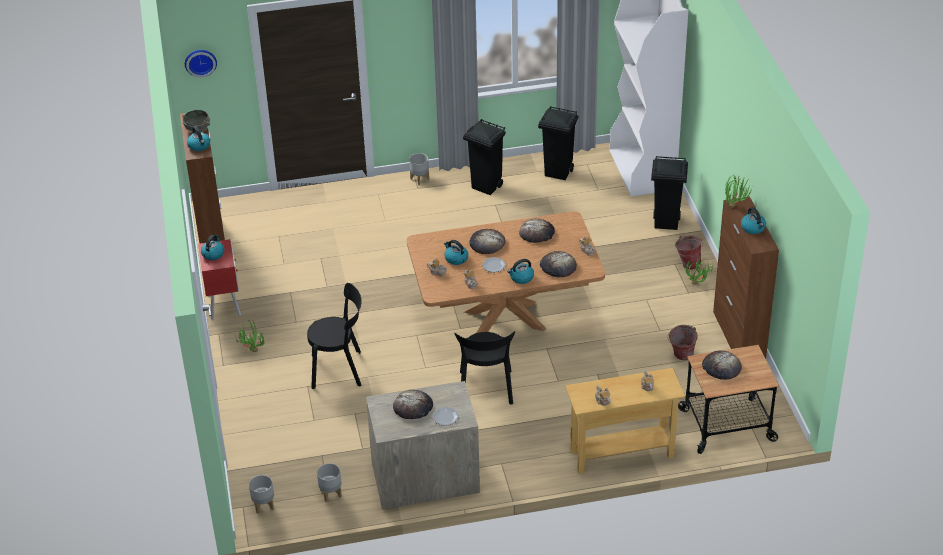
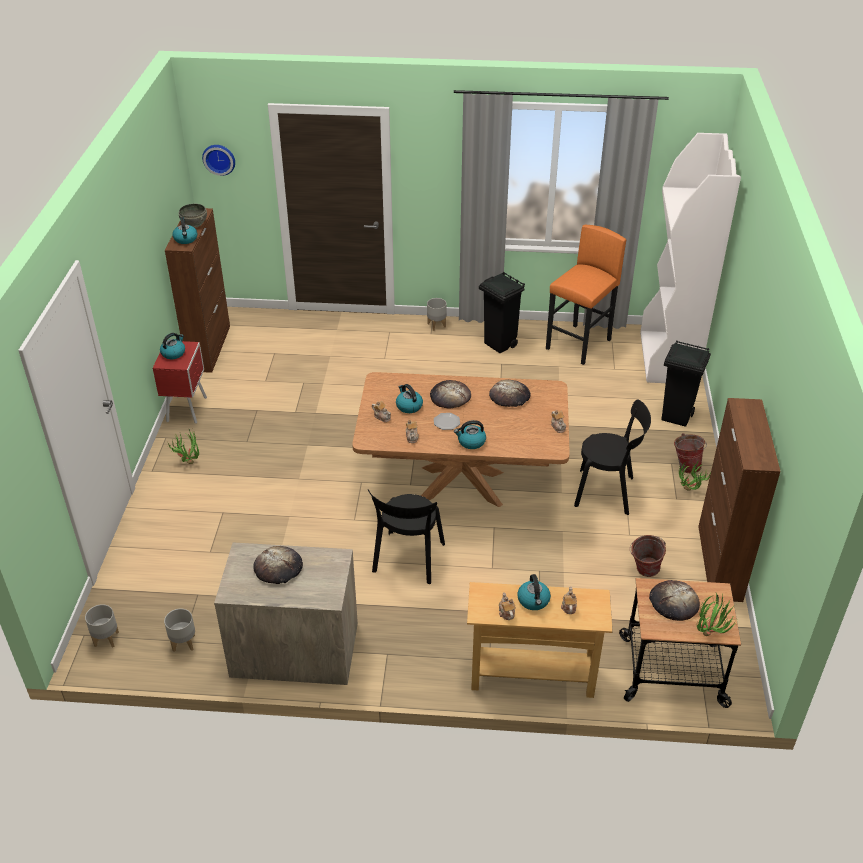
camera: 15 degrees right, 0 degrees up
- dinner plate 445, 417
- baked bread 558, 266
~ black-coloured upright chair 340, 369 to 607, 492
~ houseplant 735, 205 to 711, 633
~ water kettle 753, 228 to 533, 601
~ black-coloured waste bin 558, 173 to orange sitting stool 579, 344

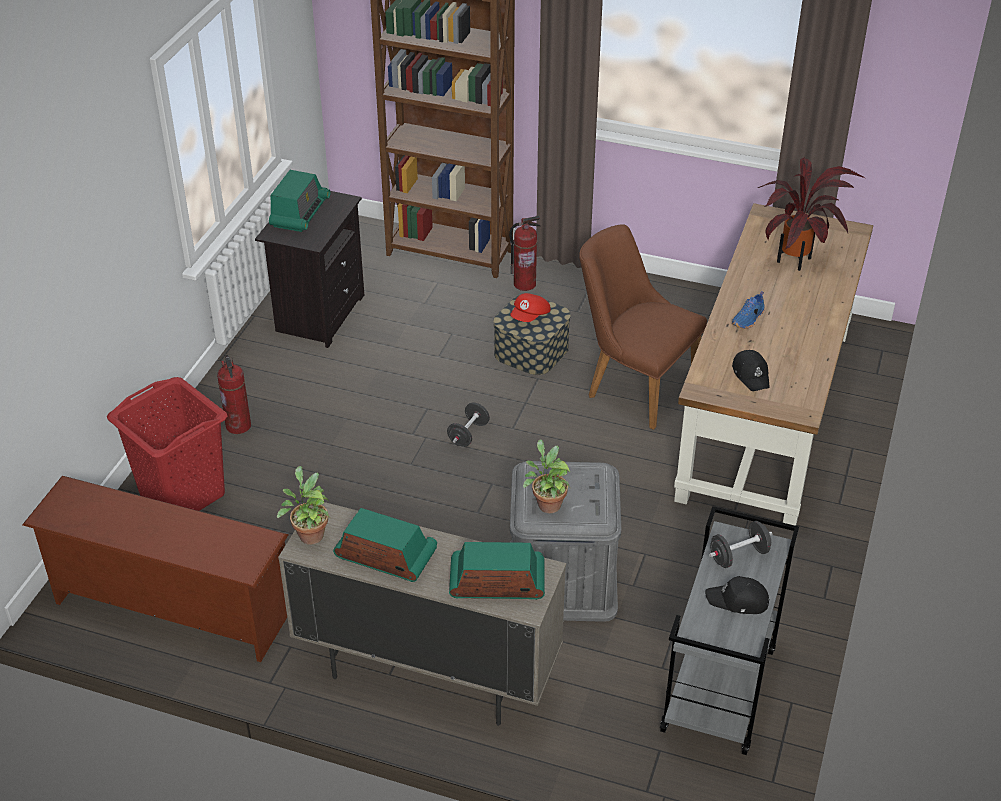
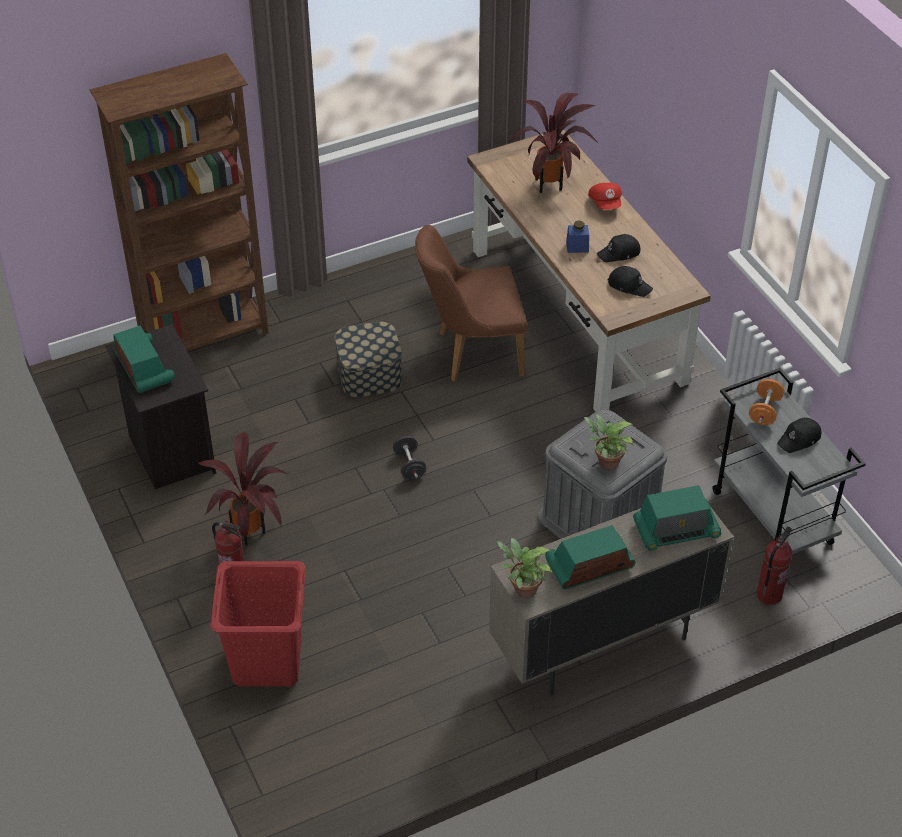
camera: 45 degrees left, 5 degrees up
- brownish shoe stand 171, 609
+ houseplant 252, 531
+ black-coloured baseball cap 619, 253
~ extinguisher 524, 284 to 768, 594
~ red baseball cap 530, 316 to 606, 203
~ blue shoe 748, 319 to blue storage jar 577, 247
~ black-coloured dumbbell 739, 555 to orange dumbbell 764, 411
~ radio receiver 497, 583 = 676, 530 150 degrees counterclockwise

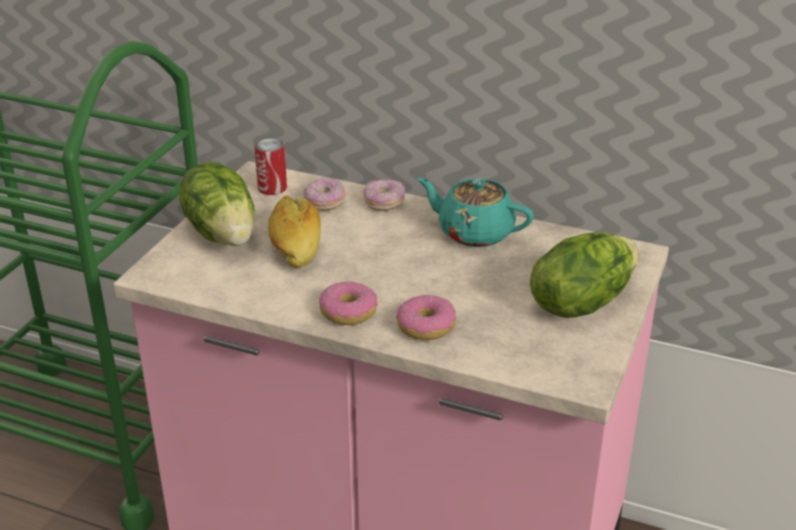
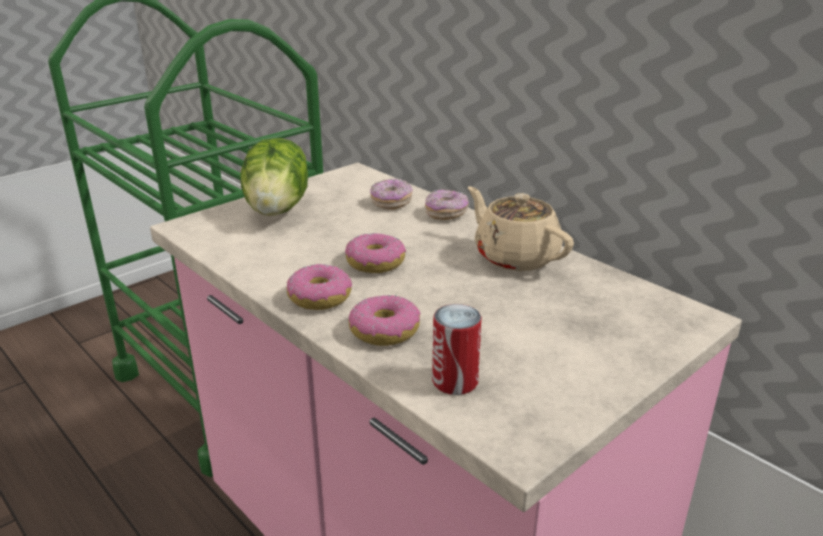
camera: 25 degrees right, 5 degrees down
- baked bread 295, 245
- head of lettuce 580, 302
+ donut 375, 263
~ metal can 272, 188 to 455, 381
~ turquoise-coloured pot for tea 474, 232 to beige-coloured pot for tea 515, 256

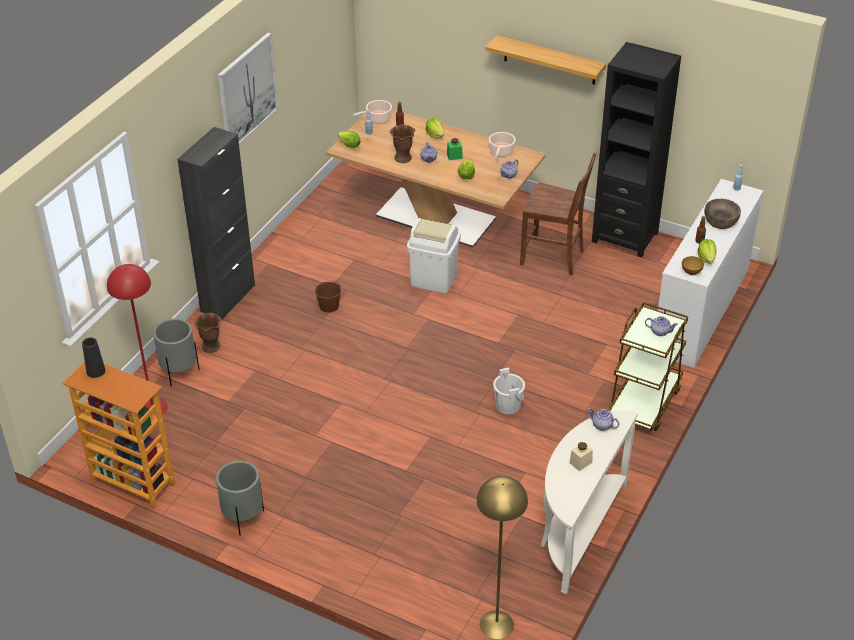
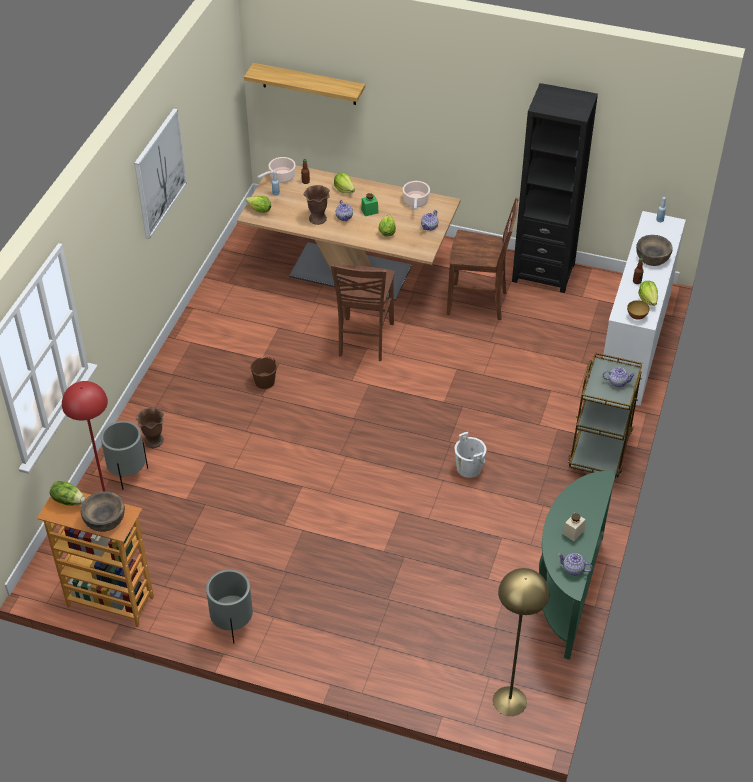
camera: 10 degrees left, 5 degrees up
- black-coloured cupboard 228, 298
+ brownish serving bowl 104, 519
~ shelf 549, 60 to 309, 84
~ pot for tea 602, 425 to 573, 569
~ black-coloured flower vase 96, 371 to head of lettuce 68, 500
~ whitish waste bin 433, 279 to brownish upright chair 364, 340
~ whitish console table 577, 530 to green-coloured console table 565, 591

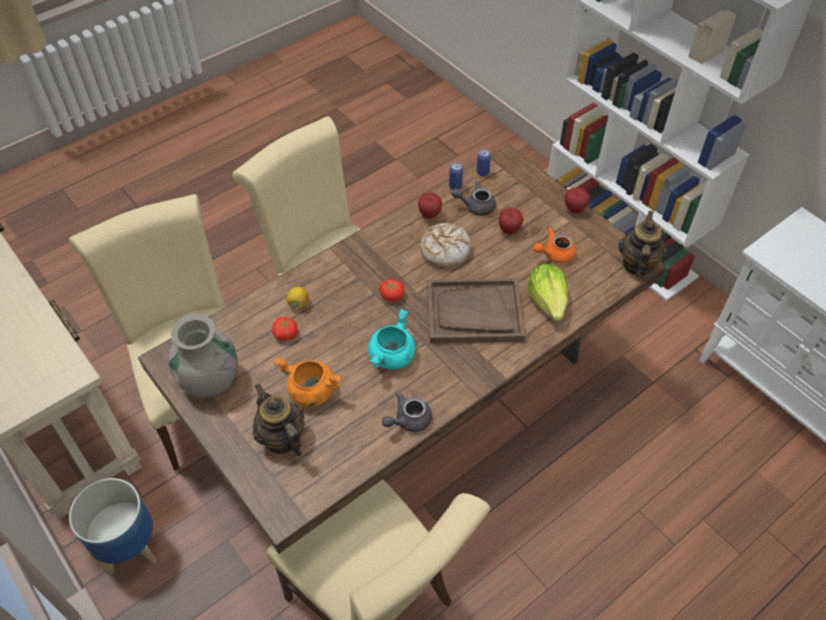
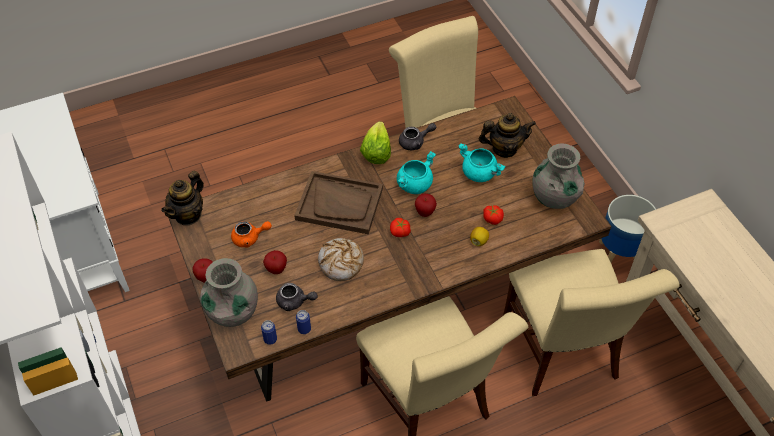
camera: 165 degrees left, 0 degrees up
+ gray flower vase 233, 311
~ apple 429, 215 to 425, 212
~ head of lettuce 548, 301 to 376, 152
~ orange stockpot 310, 392 to turquoise-coloured stockpot 480, 173
~ pot for tea 282, 438 = 504, 149 75 degrees counterclockwise

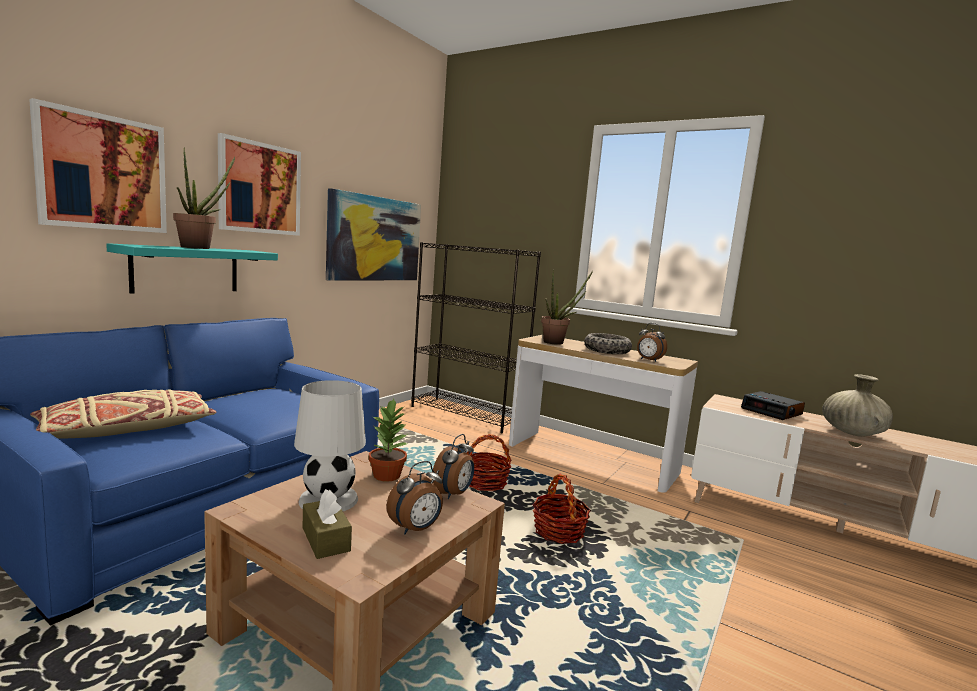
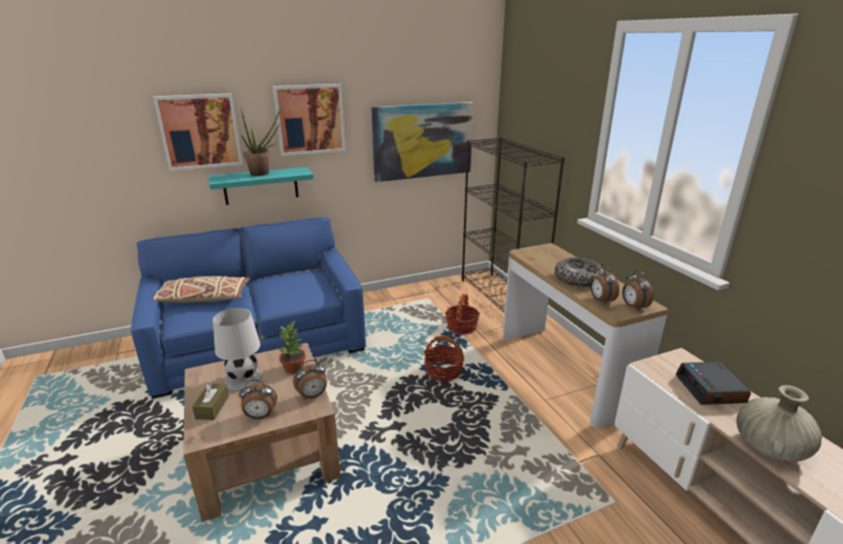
camera: 35 degrees right, 15 degrees up
- houseplant 557, 342
+ alarm clock 633, 307
~ storage basket 558, 531 to 462, 327

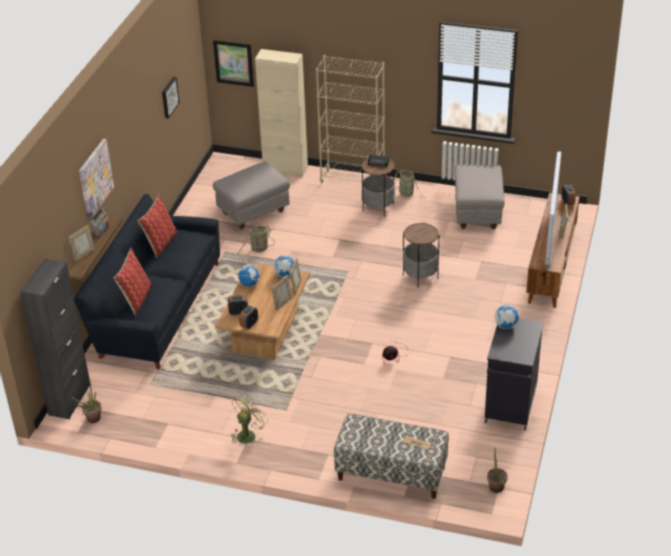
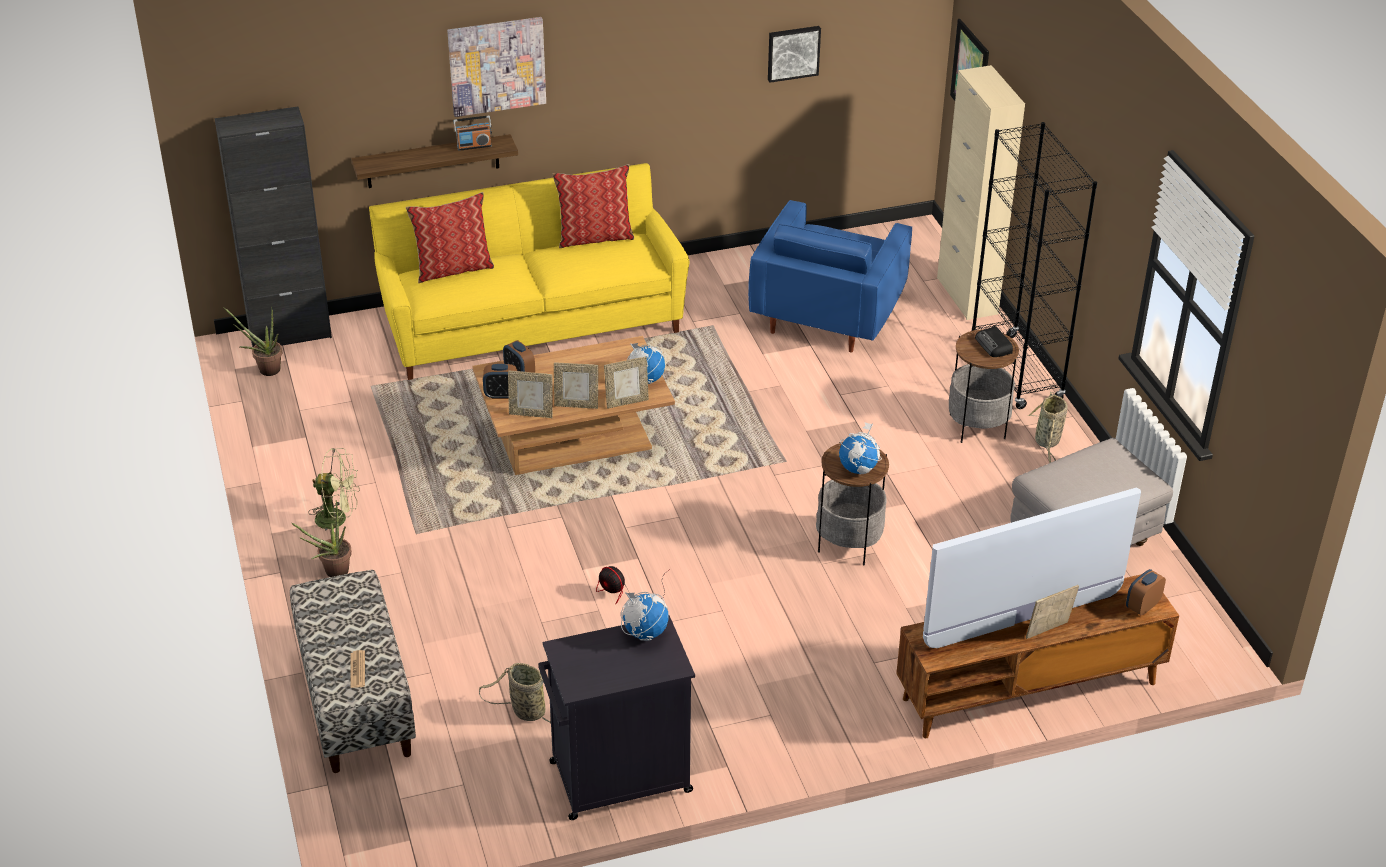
camera: 55 degrees right, 0 degrees up
~ standing frame 83, 255 to 531, 414
~ storage basket 258, 249 to 526, 711
~ desk globe 249, 283 to 858, 469
~ houseplant 497, 490 to 332, 572
~ gray ottoman 253, 213 to blue easy chair 828, 312
~ black-coloured settee 156, 308 to yellow-coloured settee 531, 322
~ beige-coloured shelving unit 353, 181 to black-coloured shelving unit 1016, 372

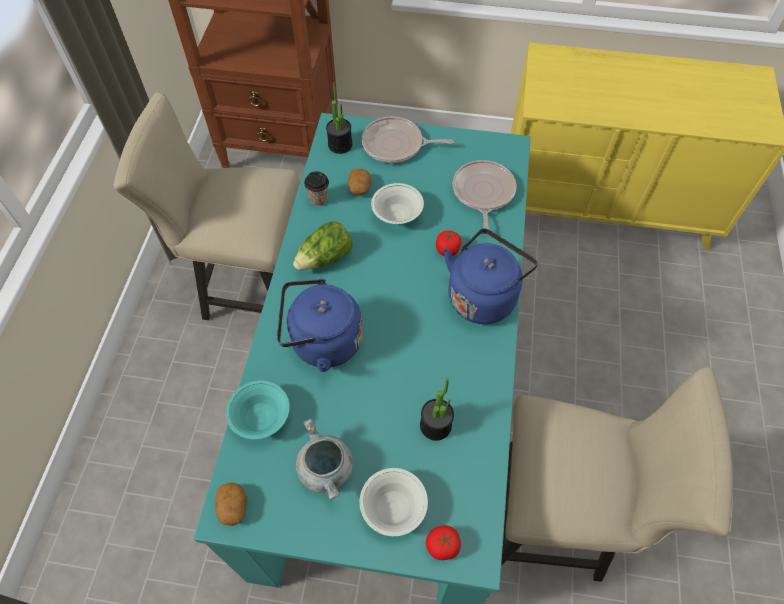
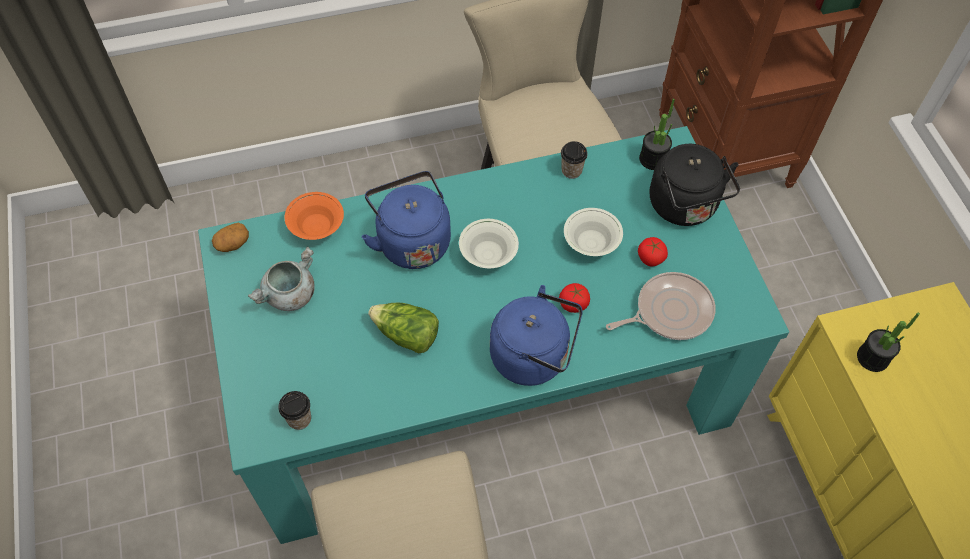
camera: 65 degrees right, 0 degrees up
- potato 360, 188
+ cup 299, 419
~ head of lettuce 325, 258 to 406, 335
~ whitish serving bowl 393, 508 to 488, 255
~ houseplant 435, 425 to 872, 358
~ tomato 442, 546 to 650, 258
~ pan 396, 145 to black-coloured water kettle 685, 207
~ turquoise-coloured serving bowl 261, 418 to orange serving bowl 317, 228

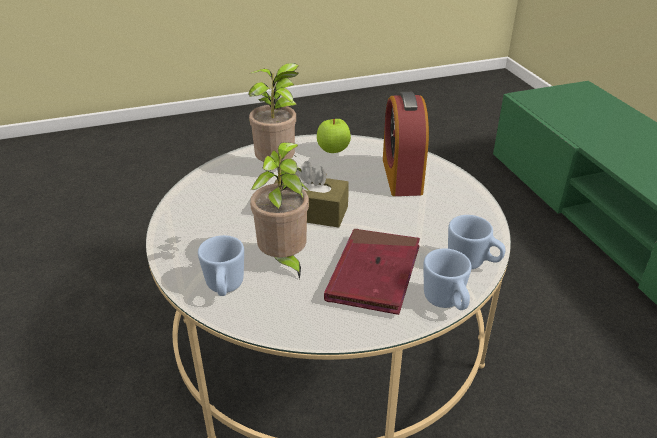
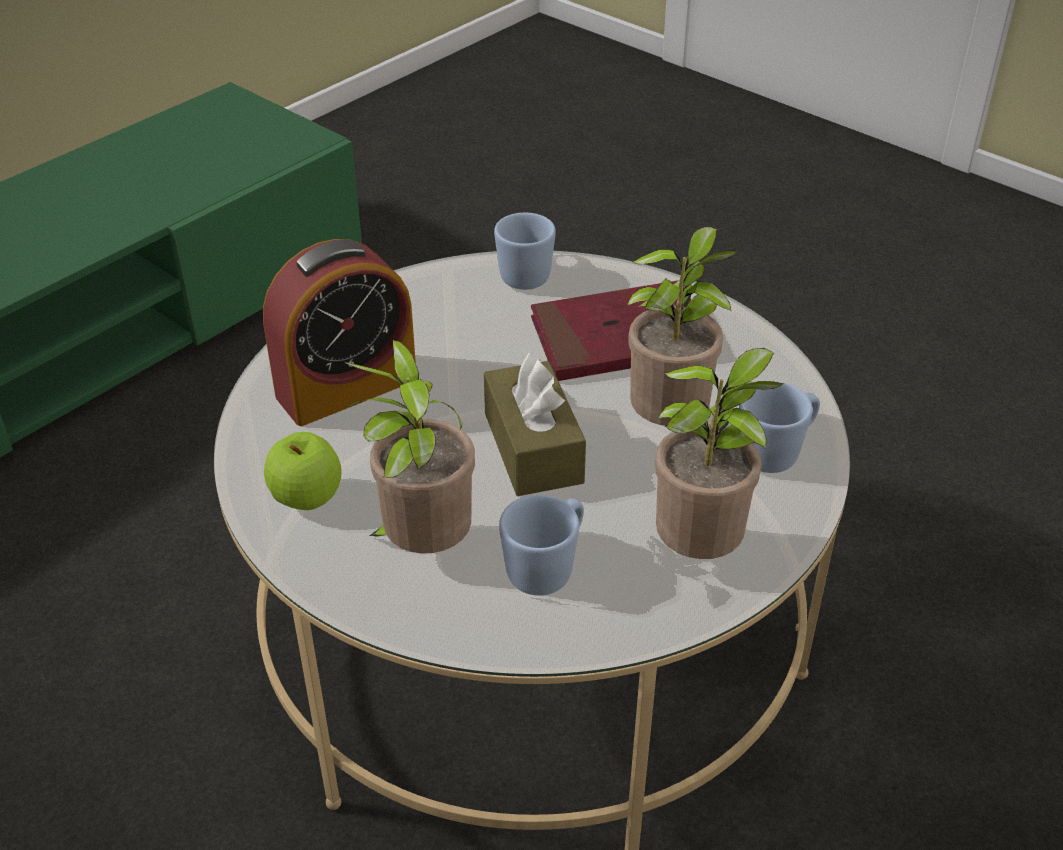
camera: 120 degrees left, 5 degrees up
+ houseplant 702, 551
~ blue coffee mug 446, 302 to 547, 568

